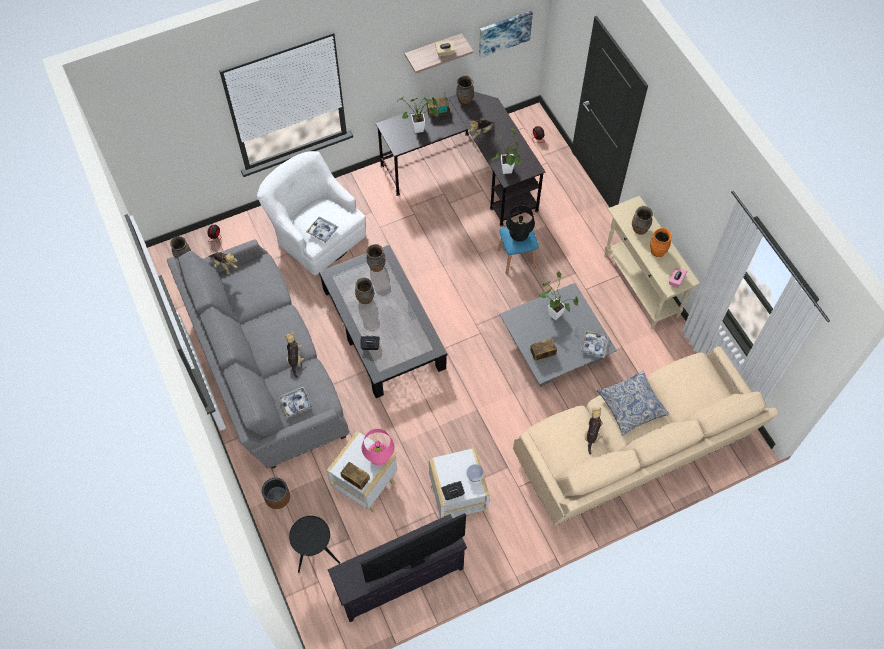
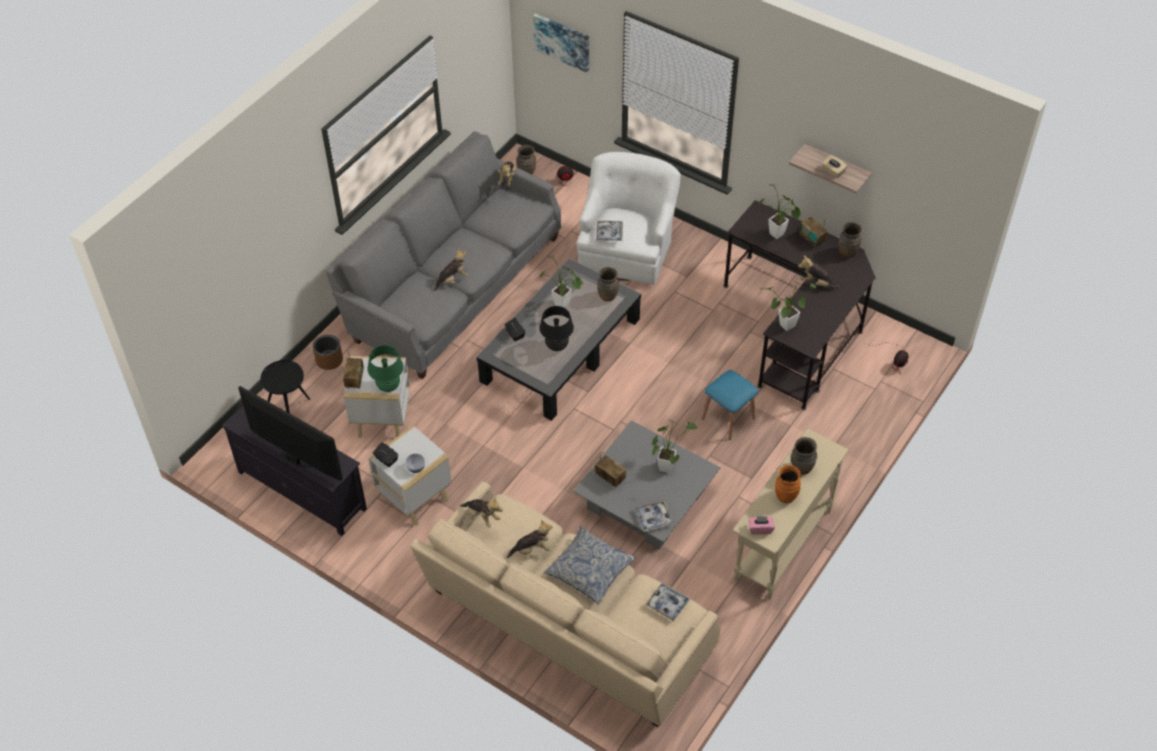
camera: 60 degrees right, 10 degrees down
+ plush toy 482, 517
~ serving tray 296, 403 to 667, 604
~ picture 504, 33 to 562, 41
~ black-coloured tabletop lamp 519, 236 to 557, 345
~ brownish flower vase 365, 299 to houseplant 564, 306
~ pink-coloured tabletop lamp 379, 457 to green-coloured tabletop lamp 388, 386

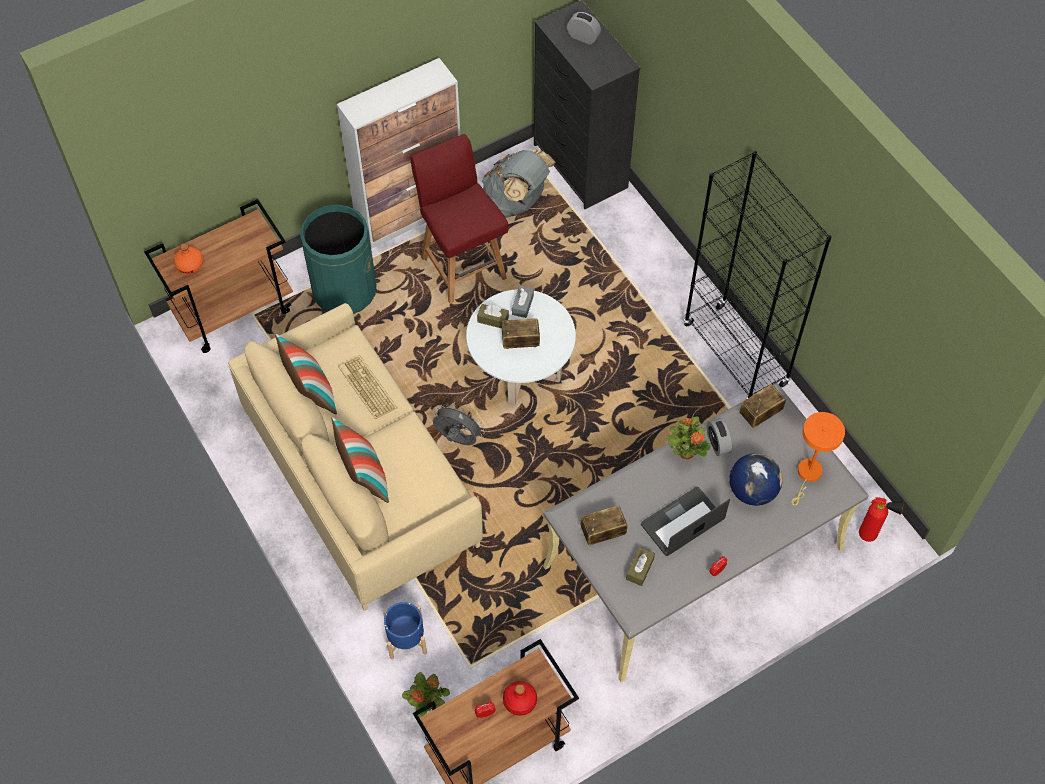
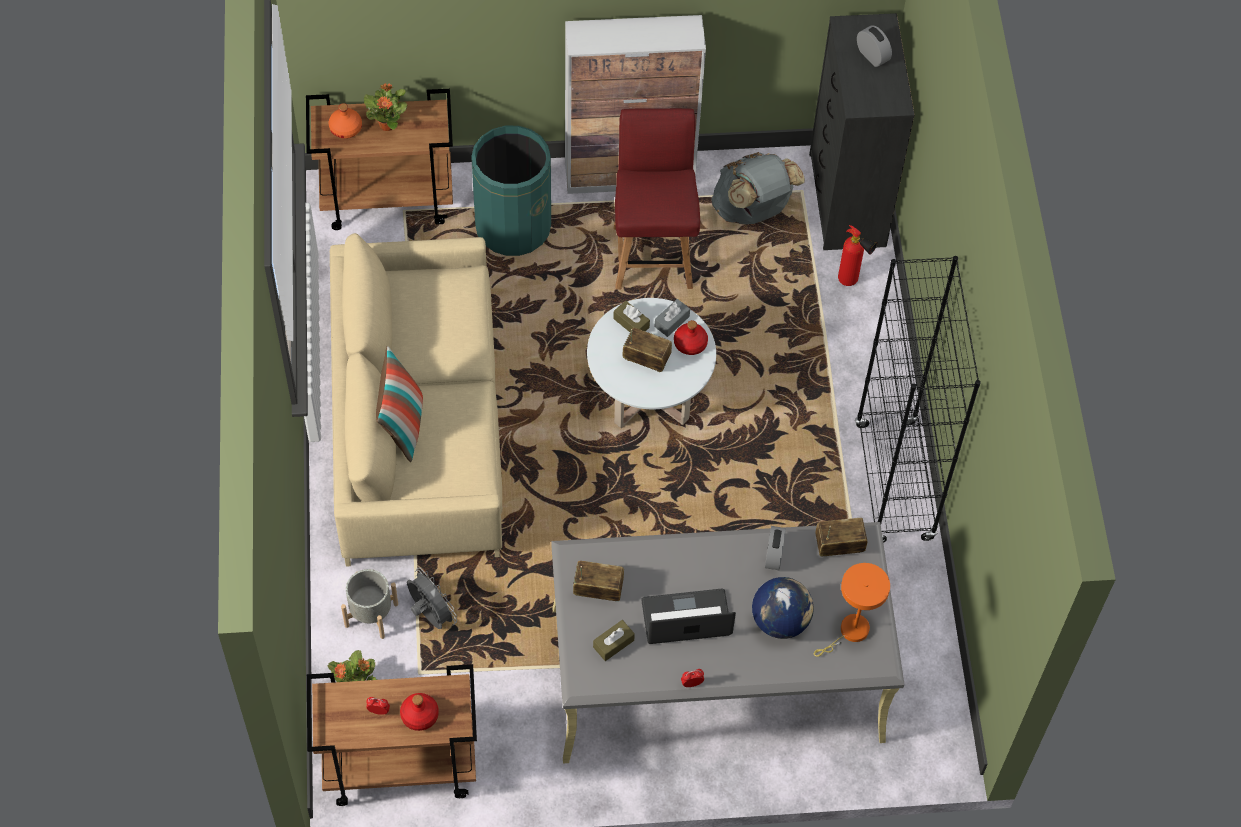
camera: 25 degrees right, 0 degrees up
- pillow 311, 392
- keyboard 366, 387
+ red beverage bottle 690, 343
~ gray electric fan 457, 439 to 430, 615
~ houseplant 686, 452 to 387, 124
~ extinguisher 872, 535 to 851, 282
~ blue planter 406, 640 to gray planter 371, 615

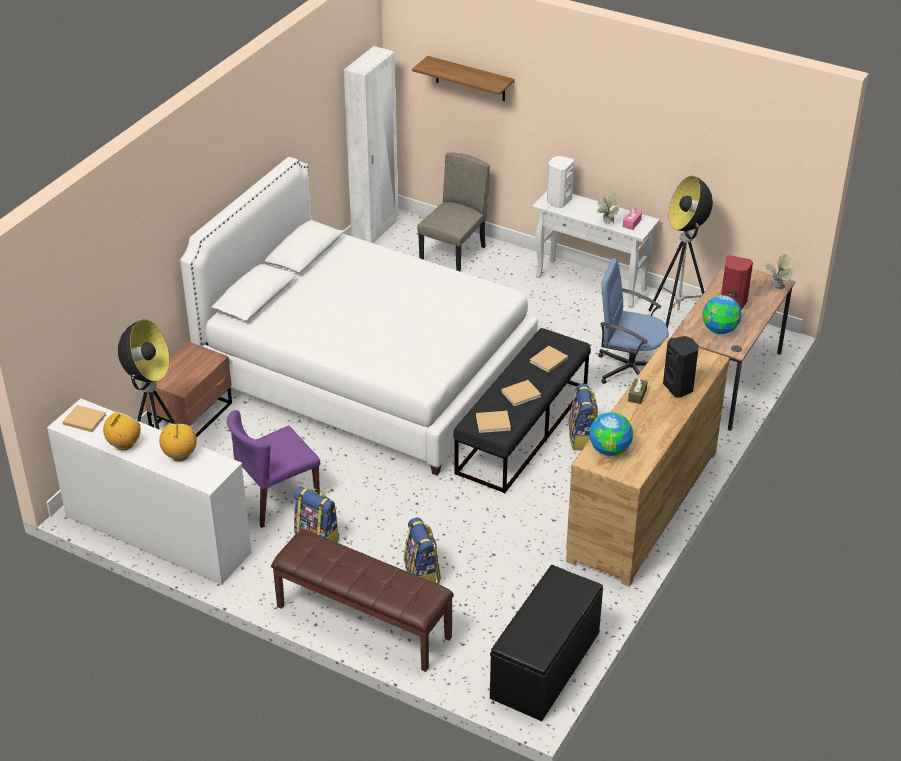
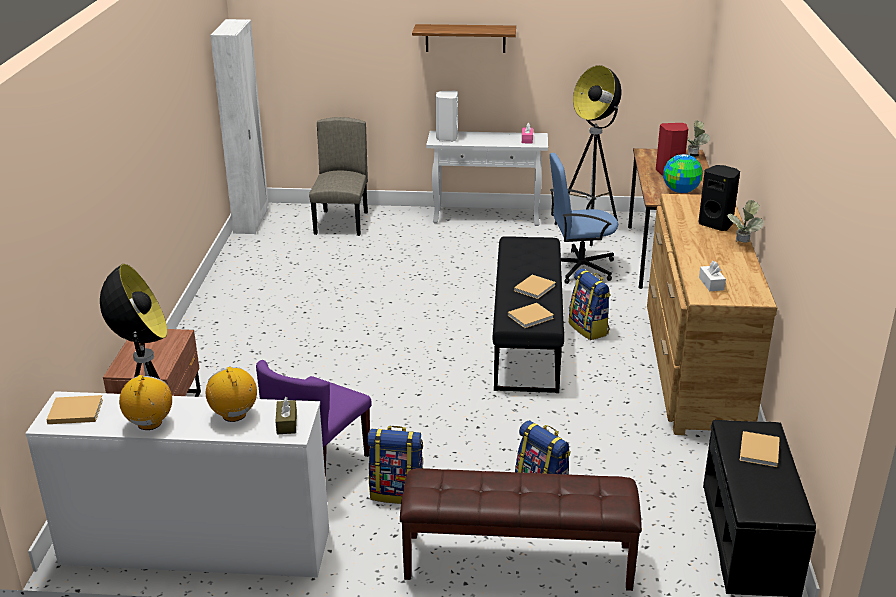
camera: 25 degrees left, 10 degrees down
- whitish bed 367, 374
~ shelf 470, 79 to 465, 38
~ beige-coloured book 548, 361 to 759, 451
~ houseplant 606, 224 to 742, 244
~ brownish tissue holder 637, 395 to 286, 423
~ desk globe 609, 449 to whitish tissue holder 711, 284

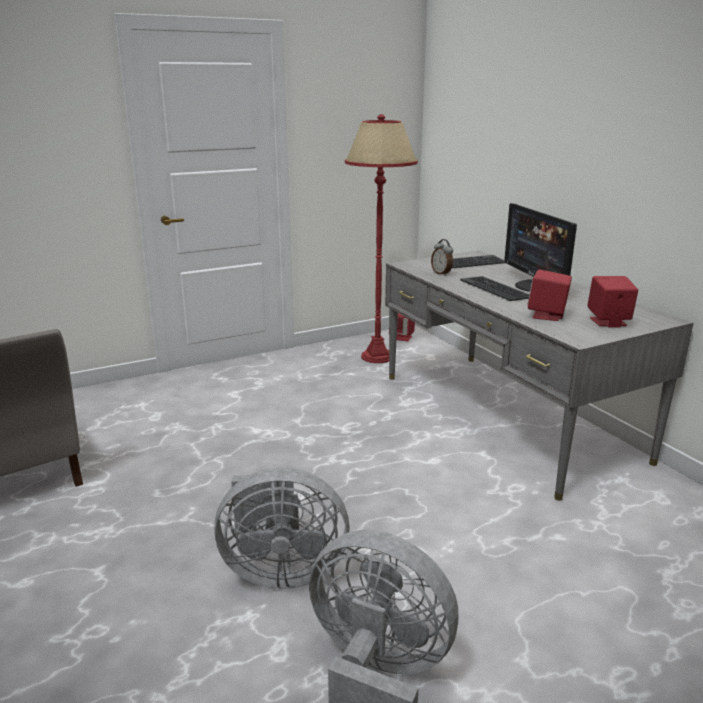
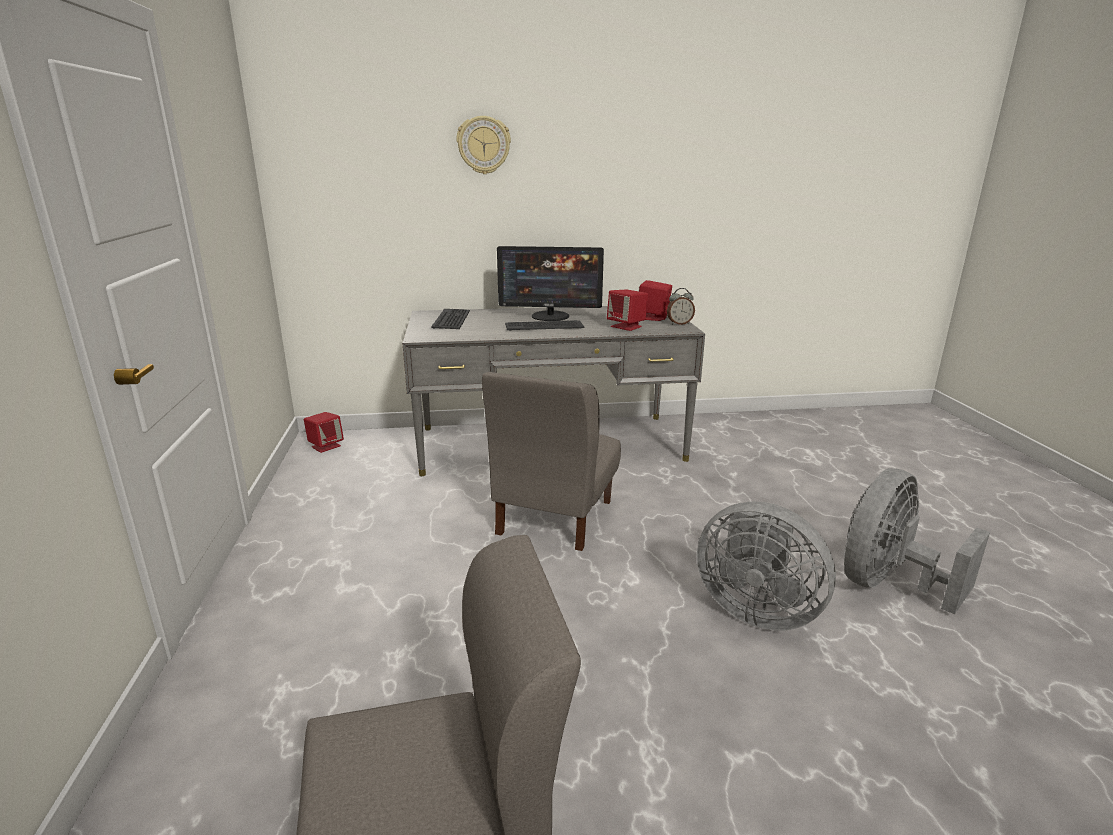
camera: 70 degrees left, 0 degrees up
- red floor lamp 377, 356
+ wall clock 483, 145
+ gray upright chair 554, 517
~ alarm clock 442, 273 to 679, 323
~ gray electric fan 281, 570 = 755, 609 105 degrees clockwise

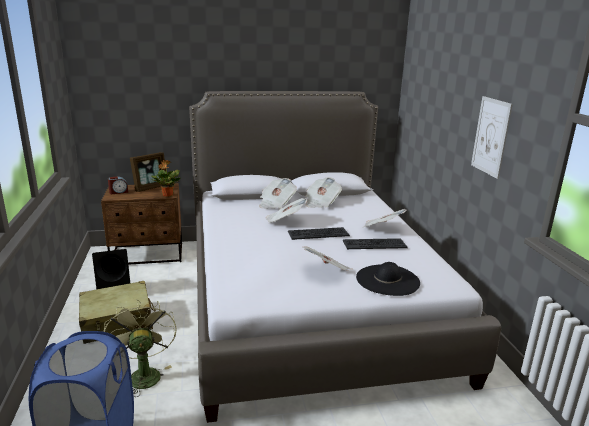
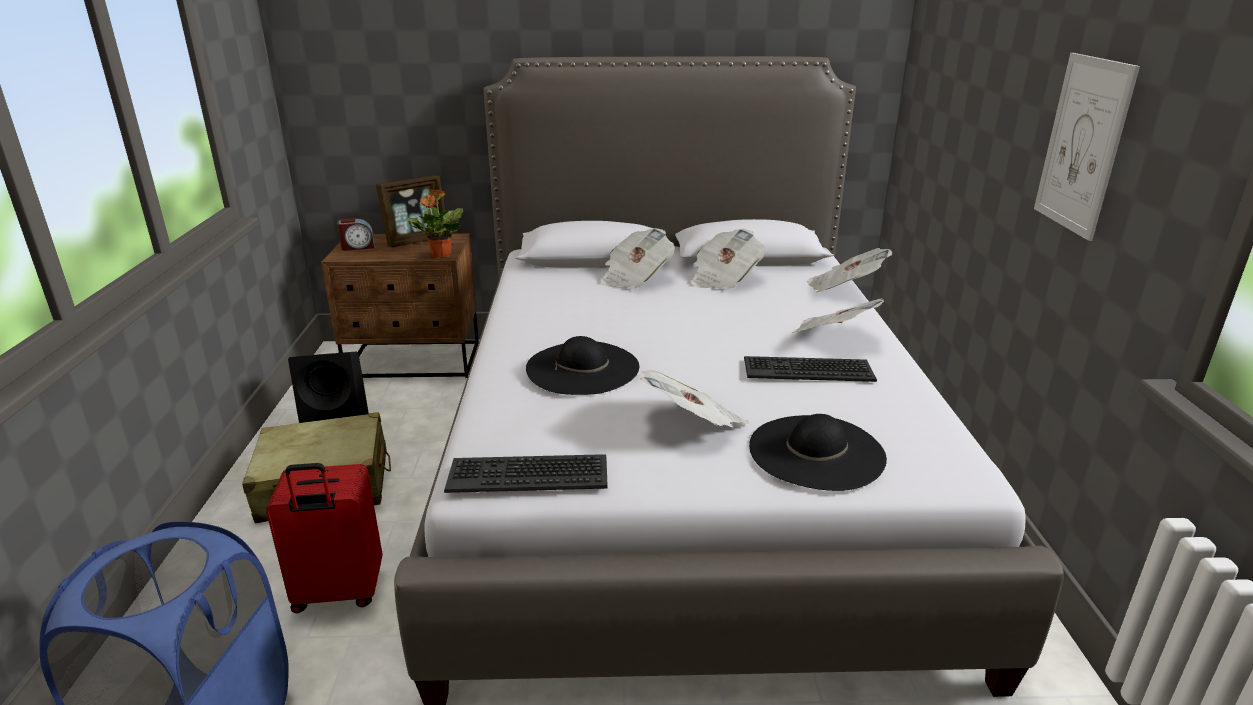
camera: 10 degrees right, 5 degrees up
+ black-coloured clothing hat 582, 367
~ newspaper 284, 221 to 844, 289
~ keyboard 318, 234 to 528, 474
~ green-coloured electric fan 143, 374 to red suitcase 338, 593

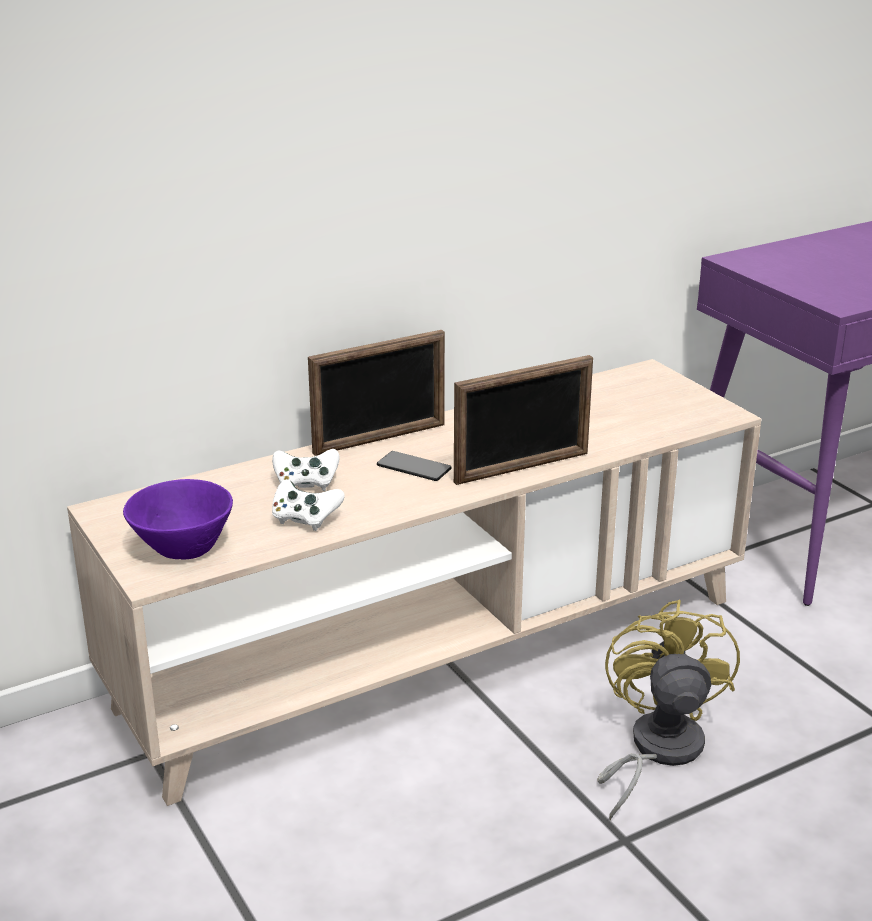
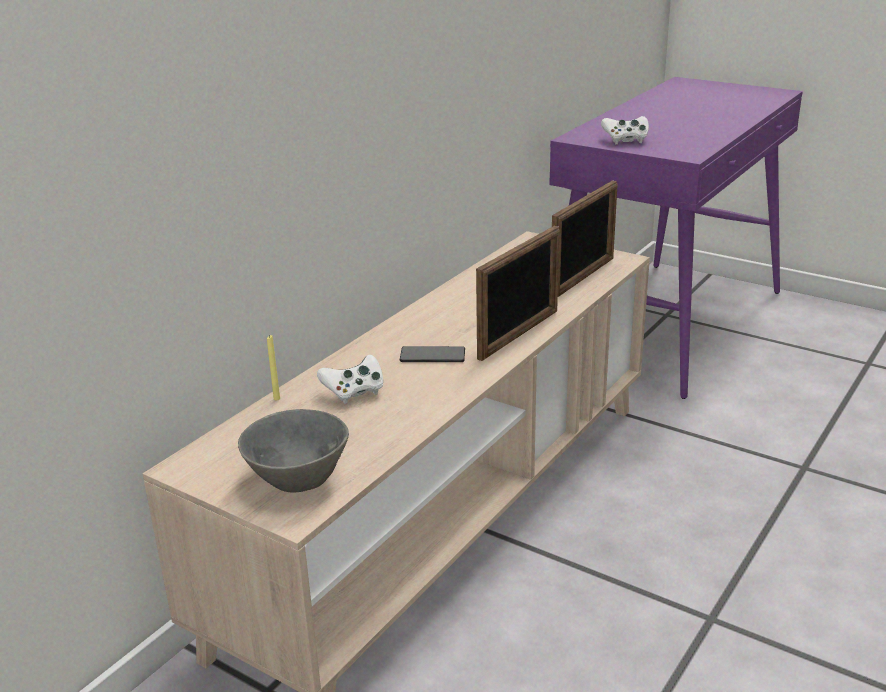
camera: 25 degrees left, 0 degrees up
- yellow-coloured electric fan 656, 751
+ yellow-coloured wax light 276, 398
~ whitish gamepad 305, 519 to 625, 140
~ standing frame 380, 439 to 583, 278
~ purple serving bowl 184, 546 to gray serving bowl 297, 477

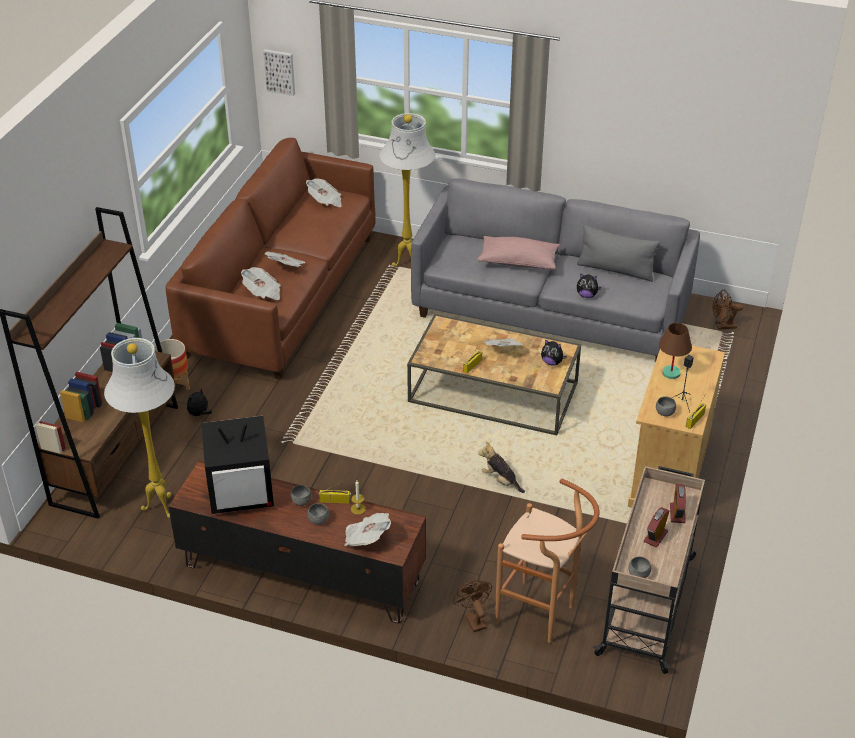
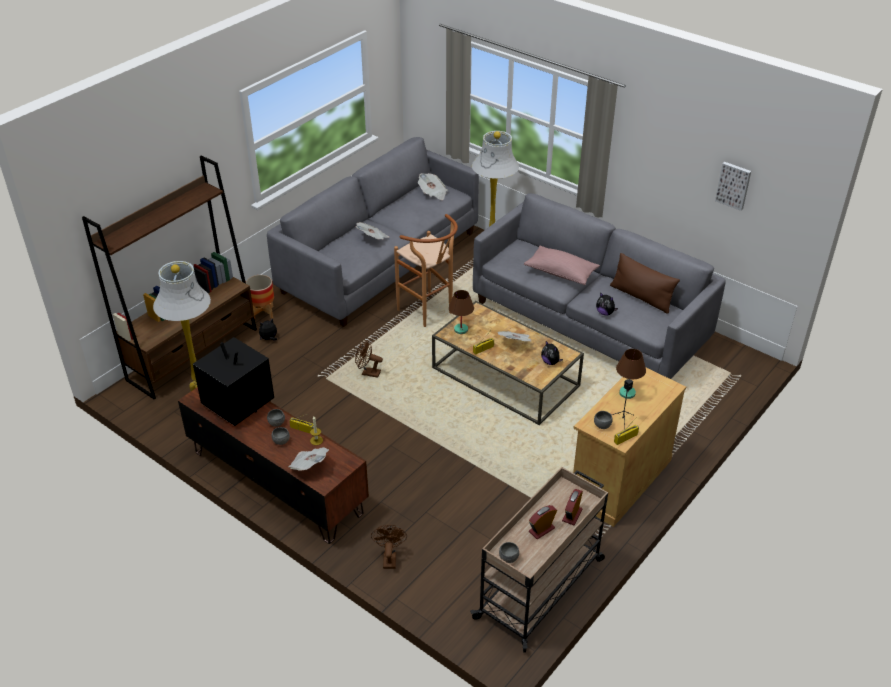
camera: 20 degrees right, 0 degrees up
- newspaper 263, 293
- plush toy 500, 480
+ brownish tabletop lamp 460, 329
~ picture 280, 71 to 733, 185
~ brownish sitting stool 542, 616 to 429, 313
~ brownish electric fan 722, 326 to 368, 373
~ brownish settee 282, 295 to gray settee 380, 262
~ gray pillow 615, 270 to brownish pillow 641, 297
~ TV 242, 491 = 237, 403 150 degrees counterclockwise

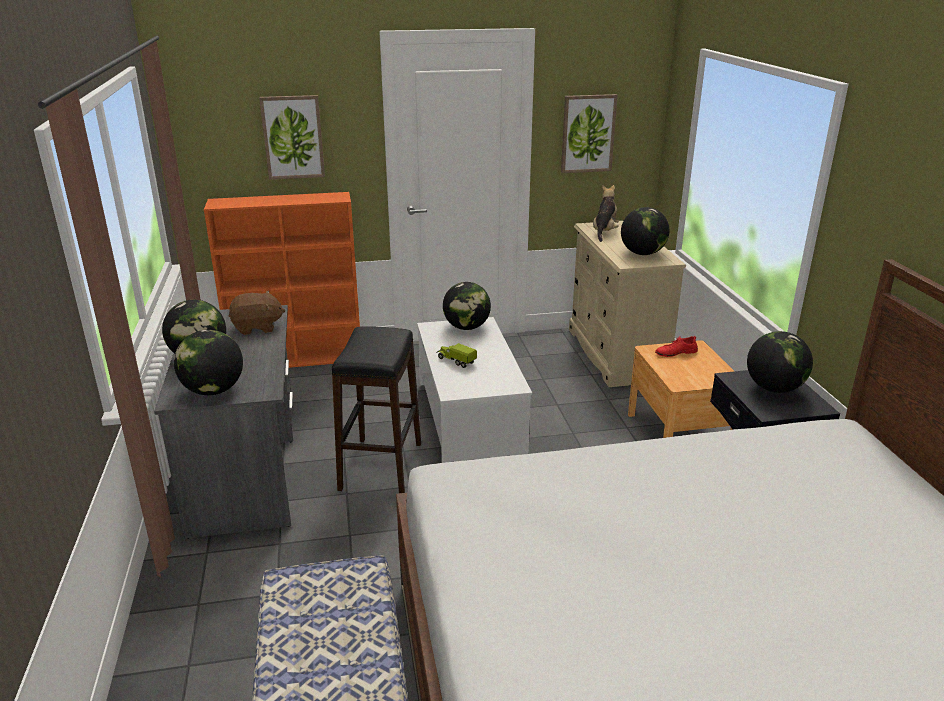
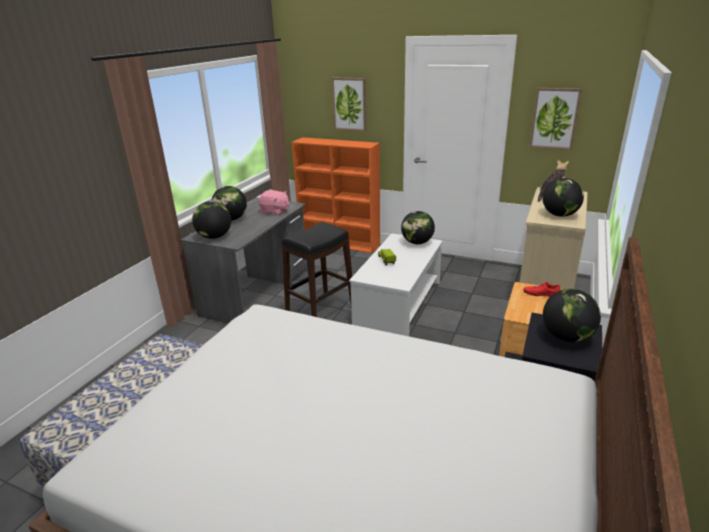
camera: 35 degrees right, 0 degrees up
~ brownish plush toy 257, 328 to pink-coloured plush toy 275, 211

